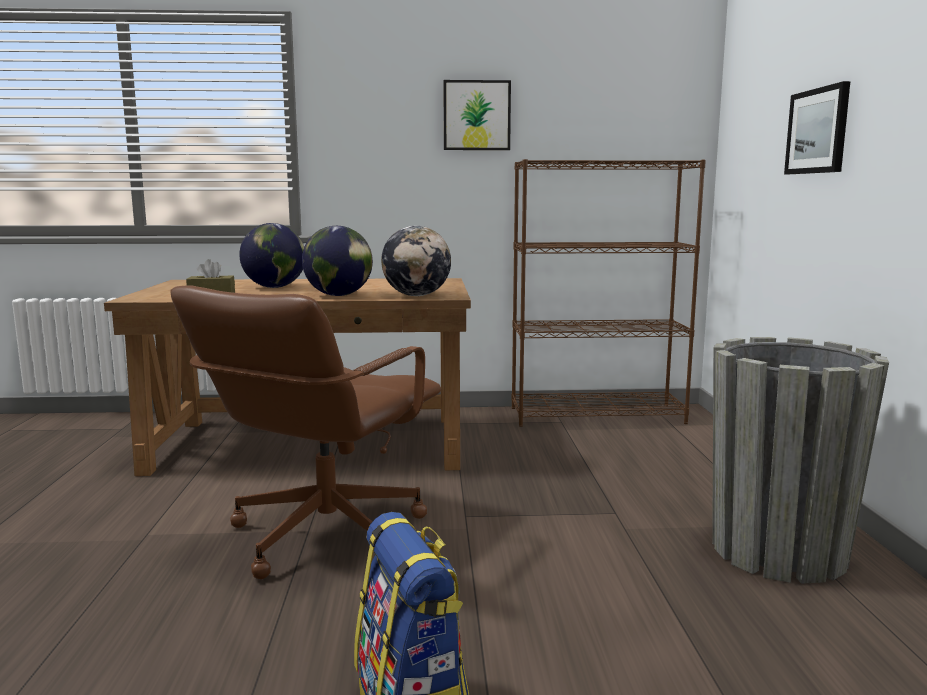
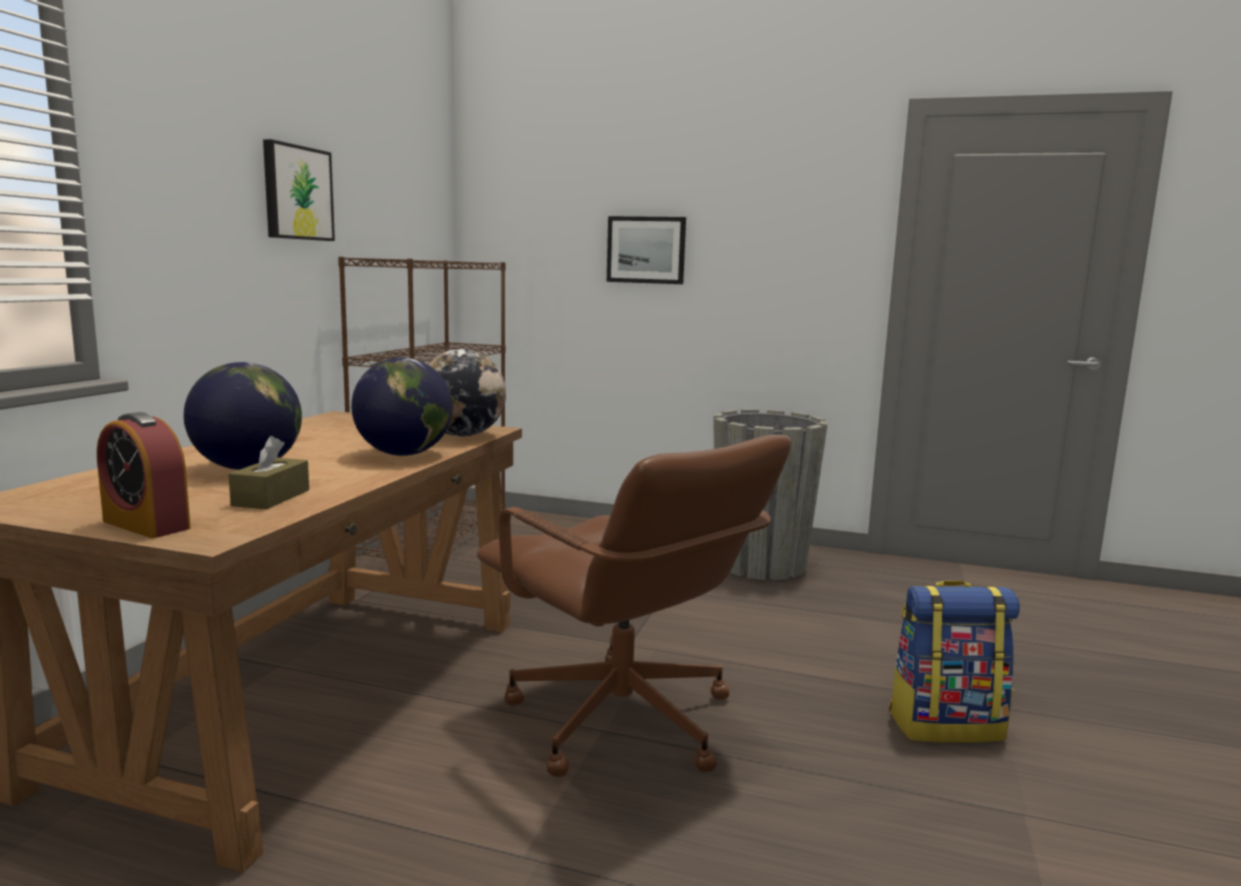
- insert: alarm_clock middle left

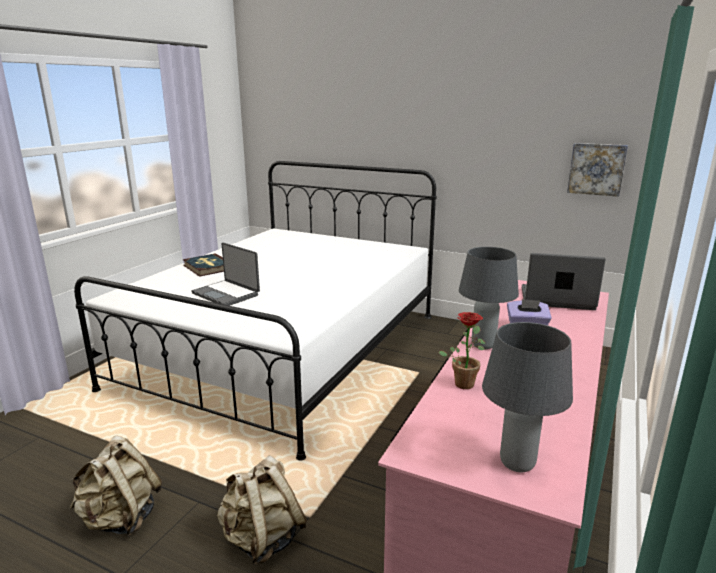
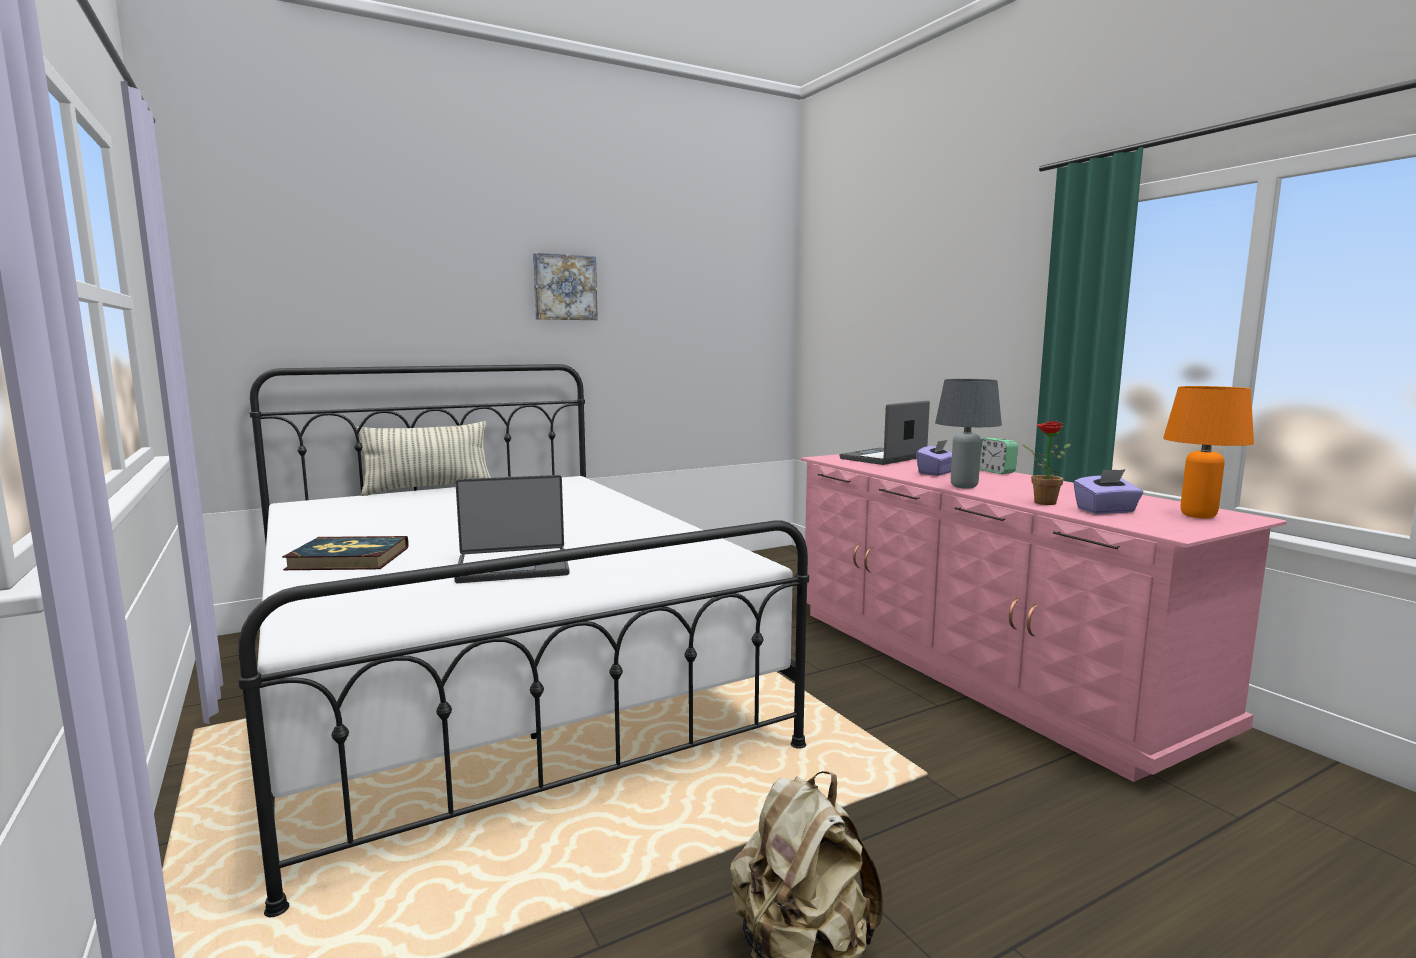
- move: picture top right to top centre
- recolor: grey_table_lamp (2nd from left) bottom right to orange_table_lamp middle right
- delete: beige_backpack (2nd from left) bottom centre
- insert: pillow middle left
- insert: alarm_clock middle right
- insert: purple_tissue_box (2nd from left) middle right

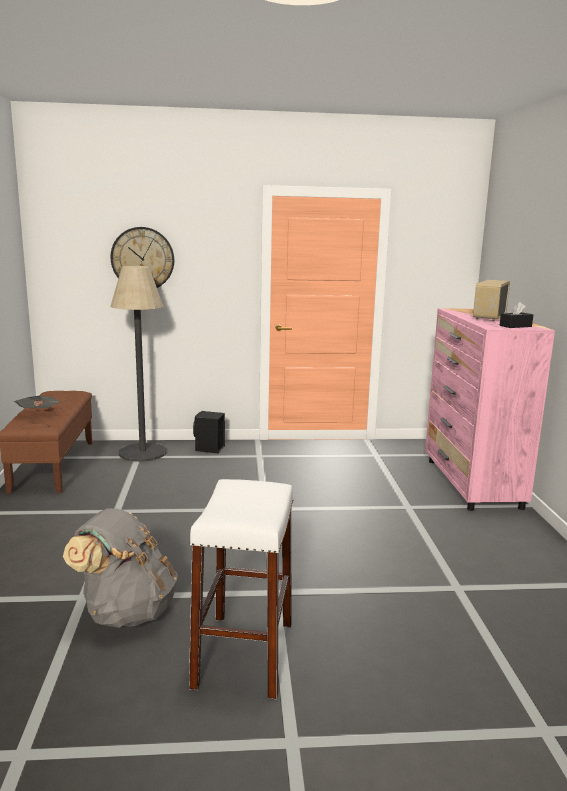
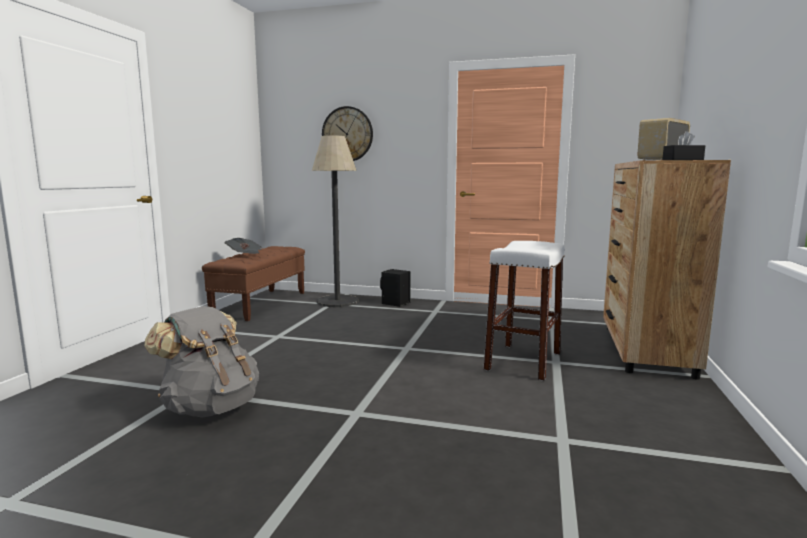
- recolor: pink_dresser middle right to brown_dresser middle right
- move: white_stool bottom centre to centre

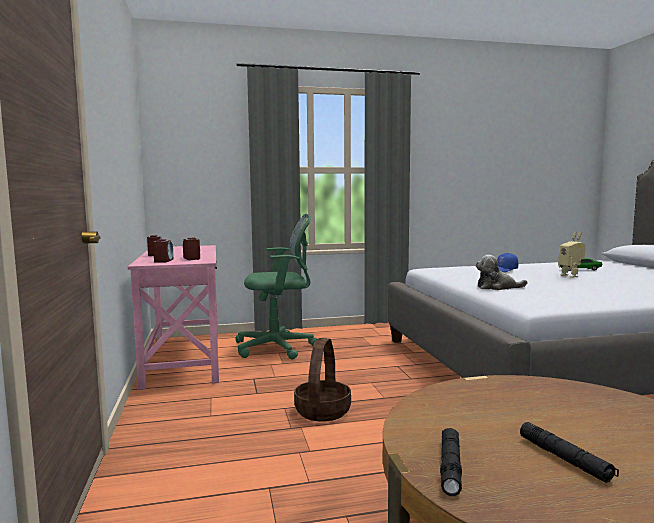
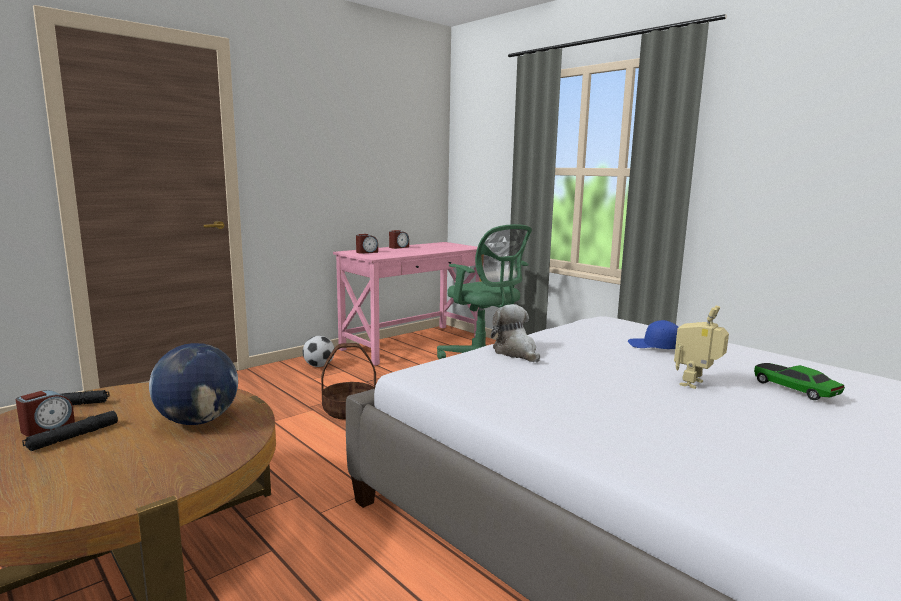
- move: alarm_clock (3rd from left in the first image) middle left to alarm_clock (1st from left) bottom left
- insert: football centre
- insert: globe middle left

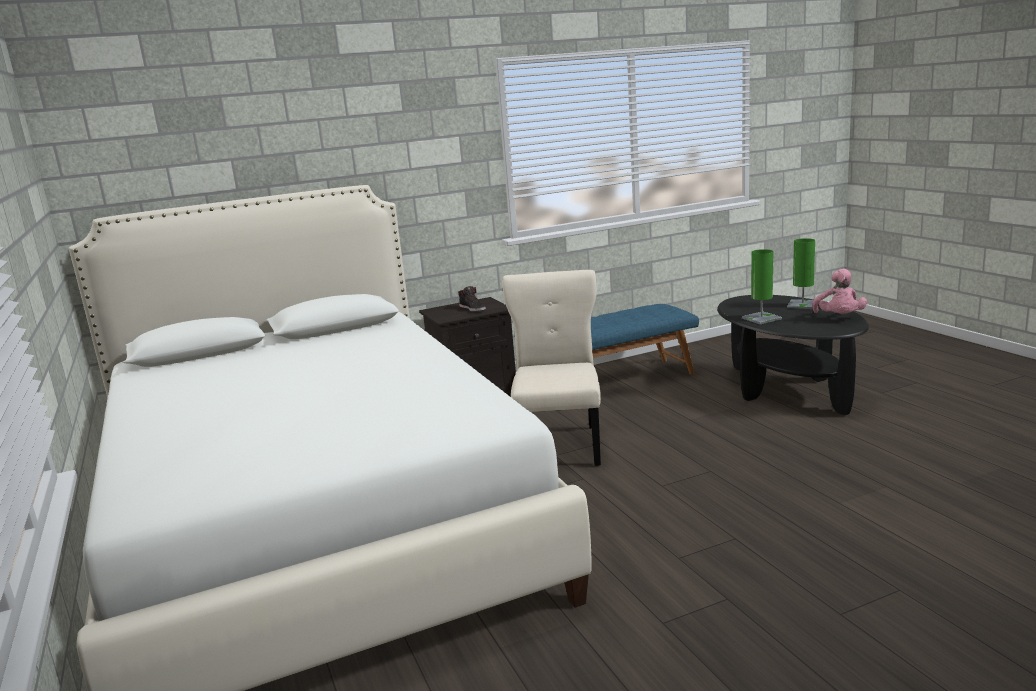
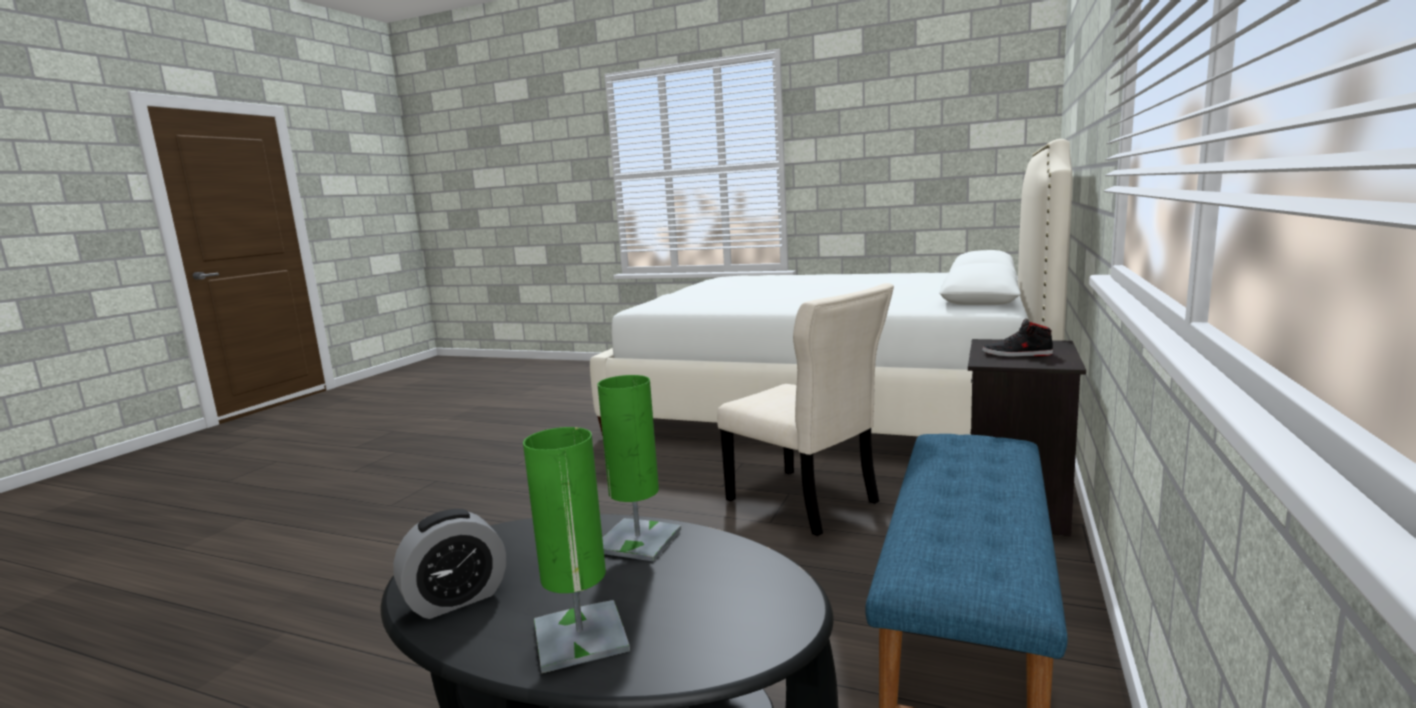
- replace: pink_plush_toy middle right to alarm_clock bottom left

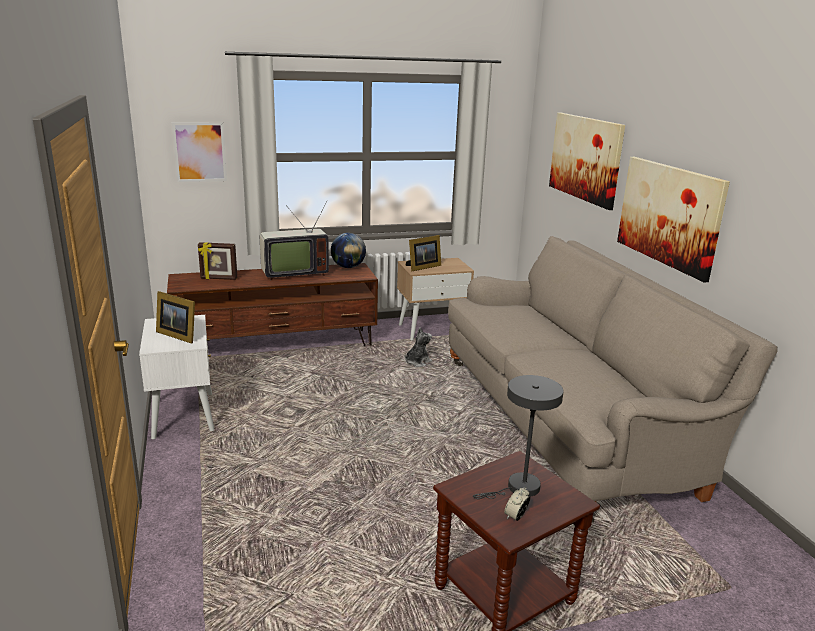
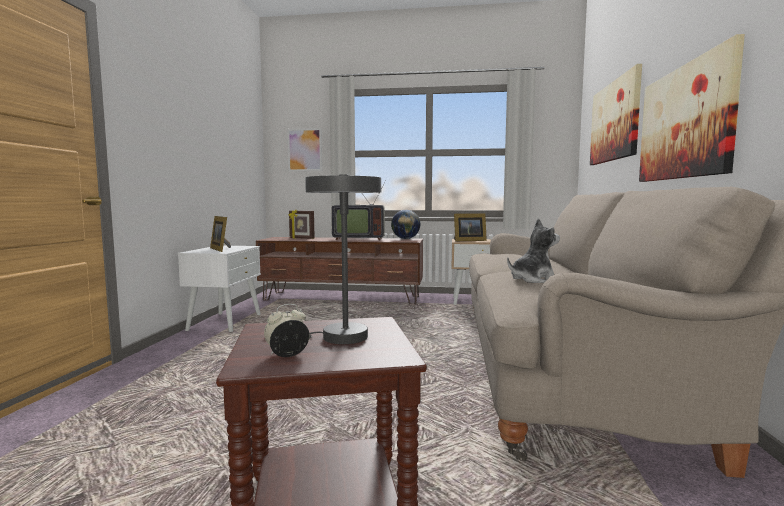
- move: plush_toy centre to middle right

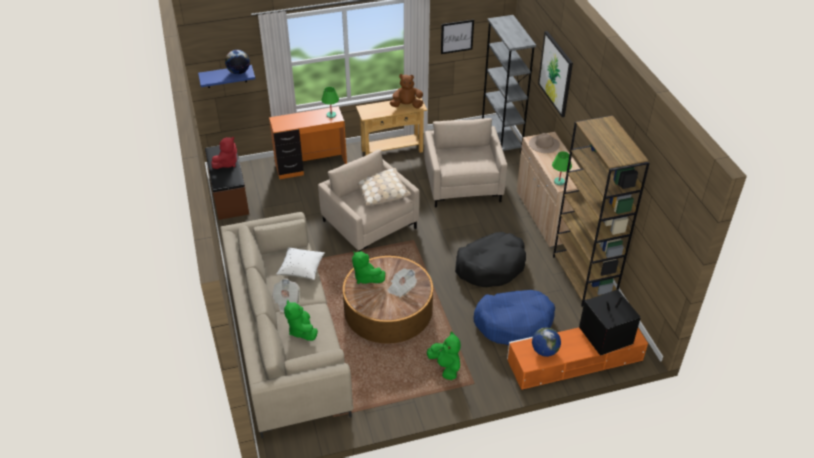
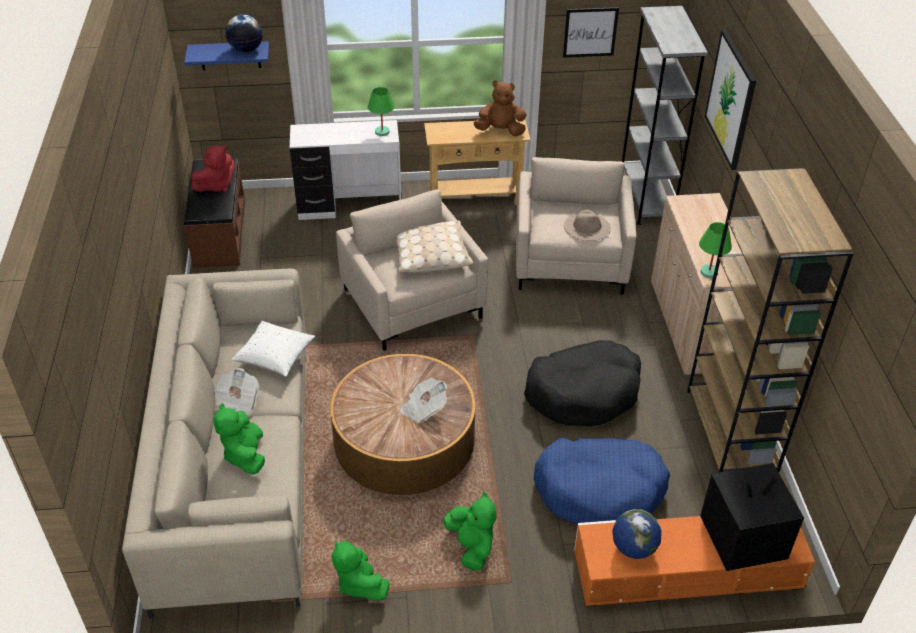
- recolor: orange_desk top centre to white_desk top centre
- move: beige_hat top right to centre
- move: green_plush_toy (2nd from left) centre to bottom centre

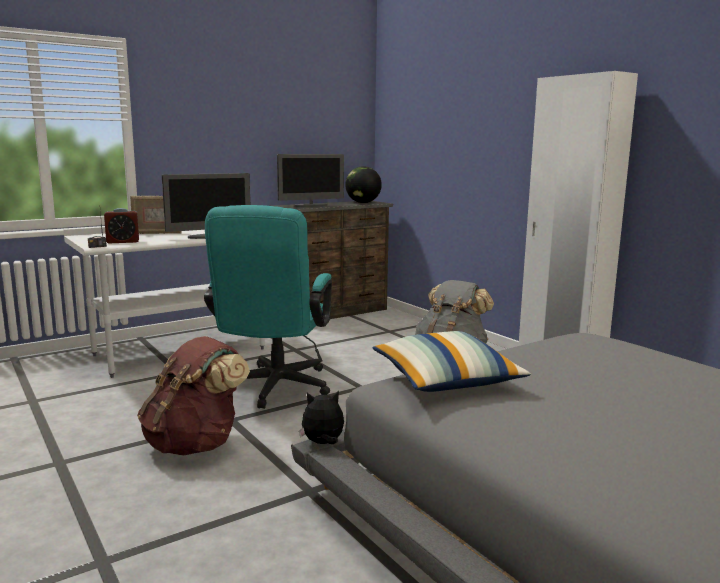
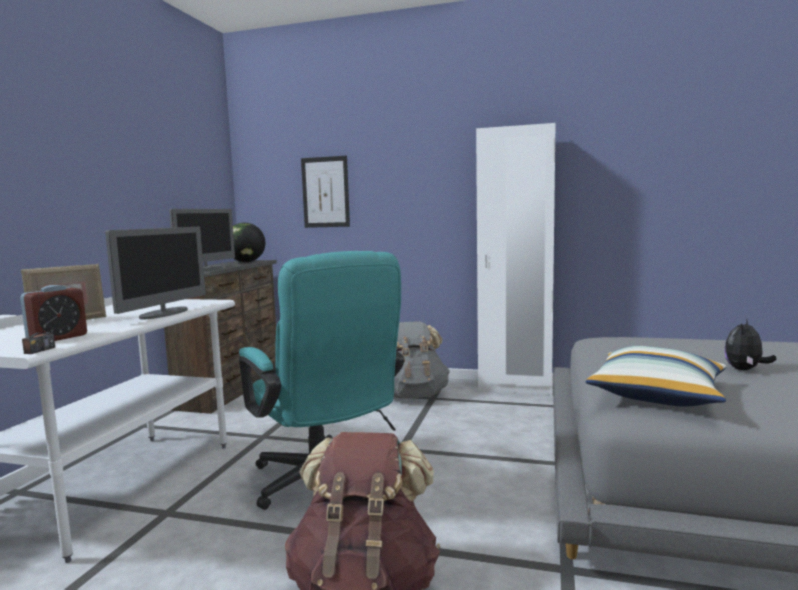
- move: plush_toy bottom centre to middle right
- insert: picture top centre

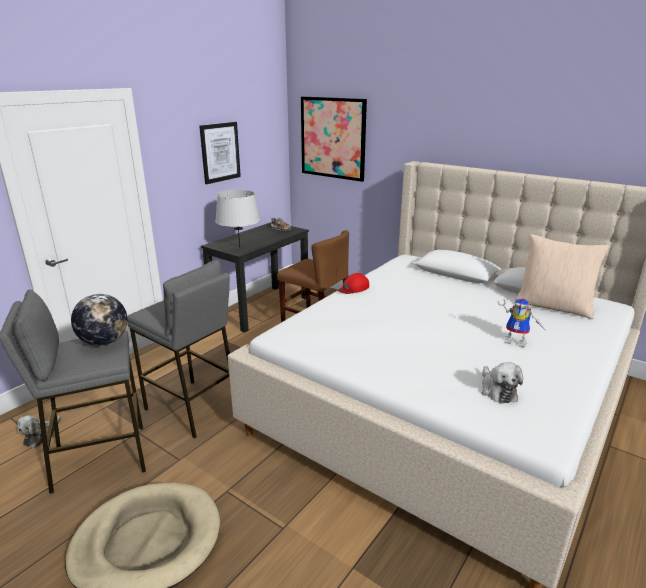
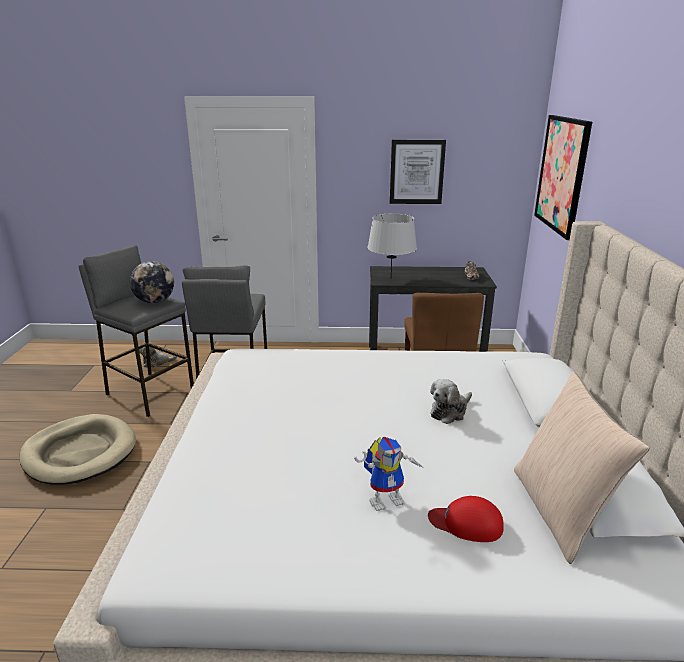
- move: red_cap centre to bottom right
- rotate: toy_robot middle right = bottom centre 105 degrees counterclockwise
- move: plush_toy (2nd from left) middle right to centre

